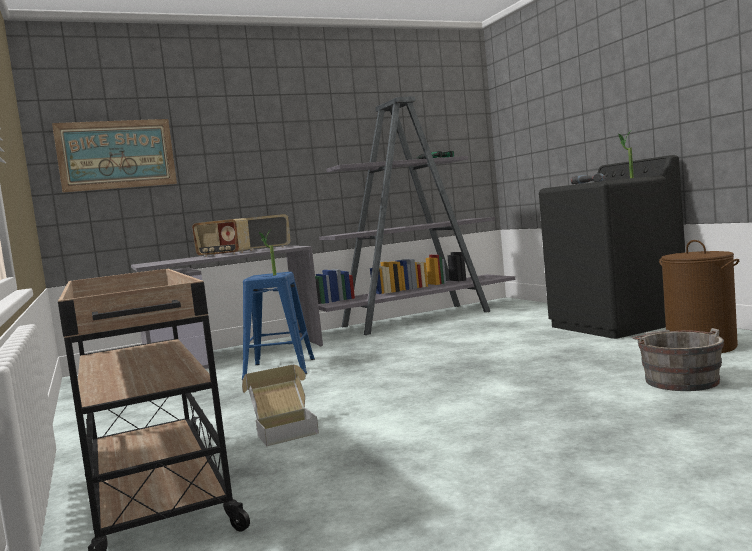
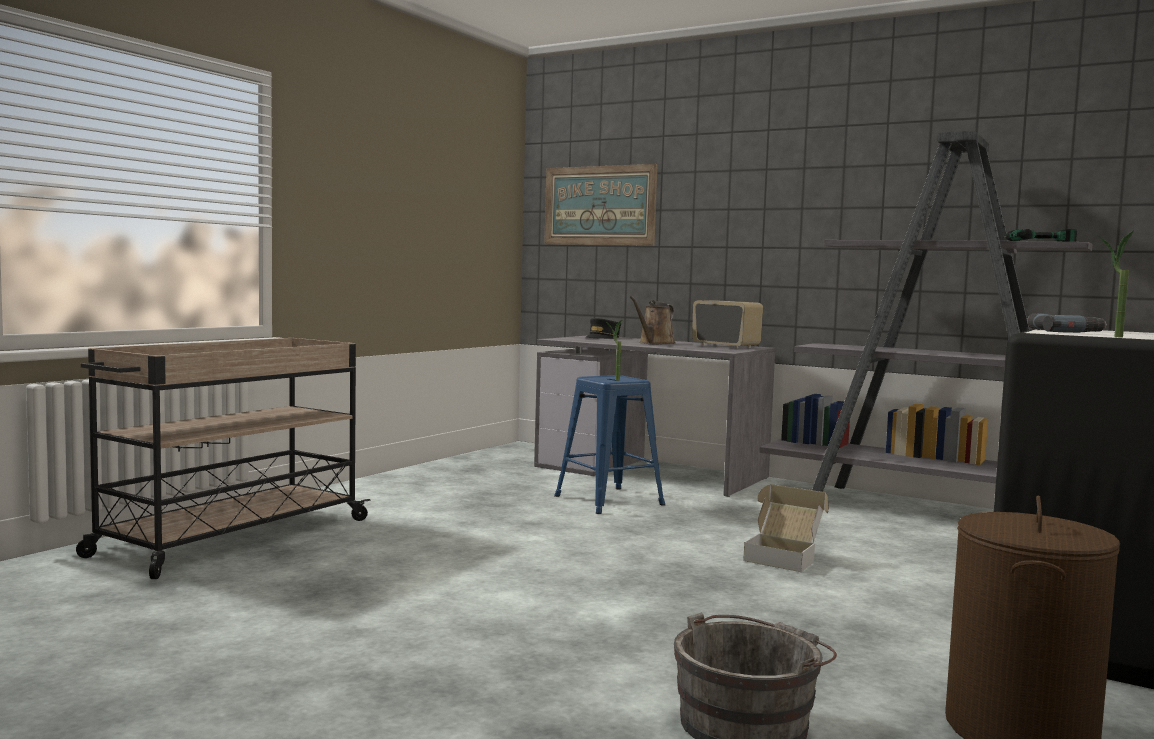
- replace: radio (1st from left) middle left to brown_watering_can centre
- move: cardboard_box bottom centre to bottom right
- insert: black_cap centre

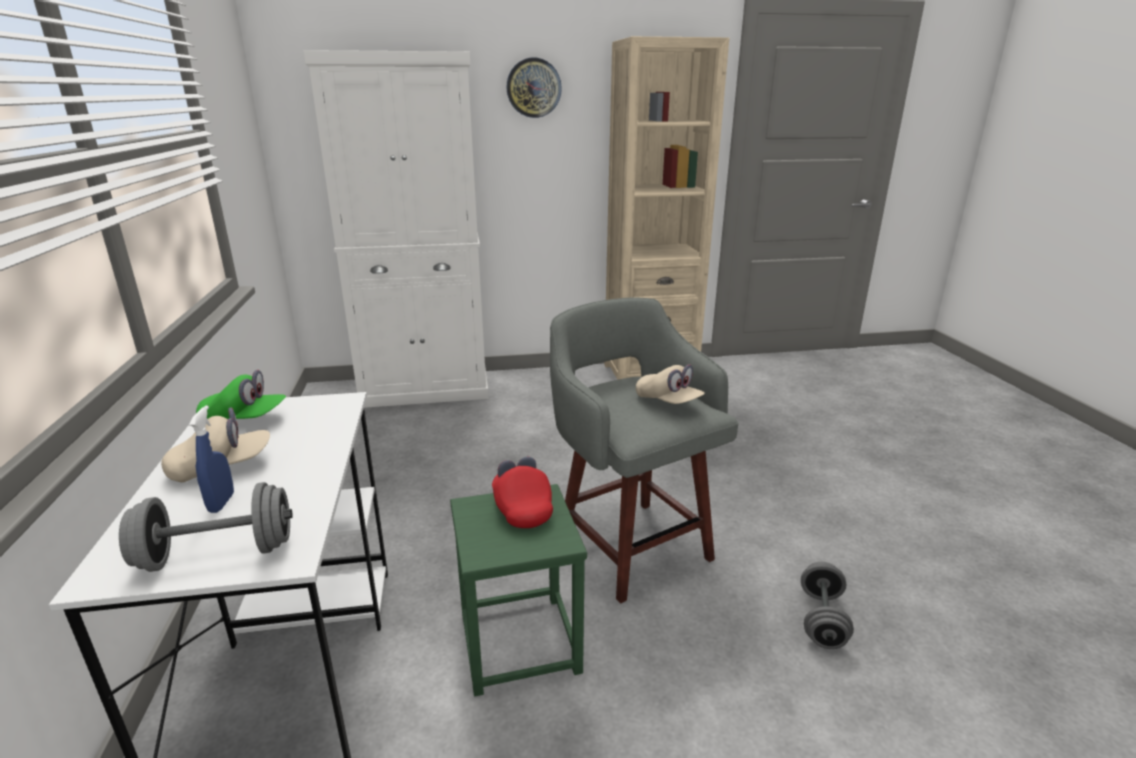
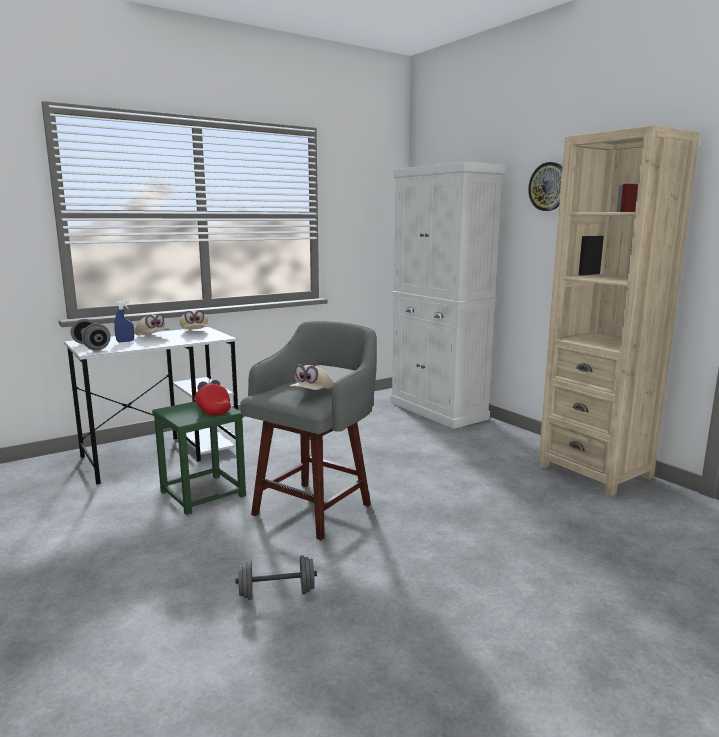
- recolor: green_cap middle left to beige_cap (2nd from left) middle left
- rotate: red_cap centre = middle left 75 degrees counterclockwise

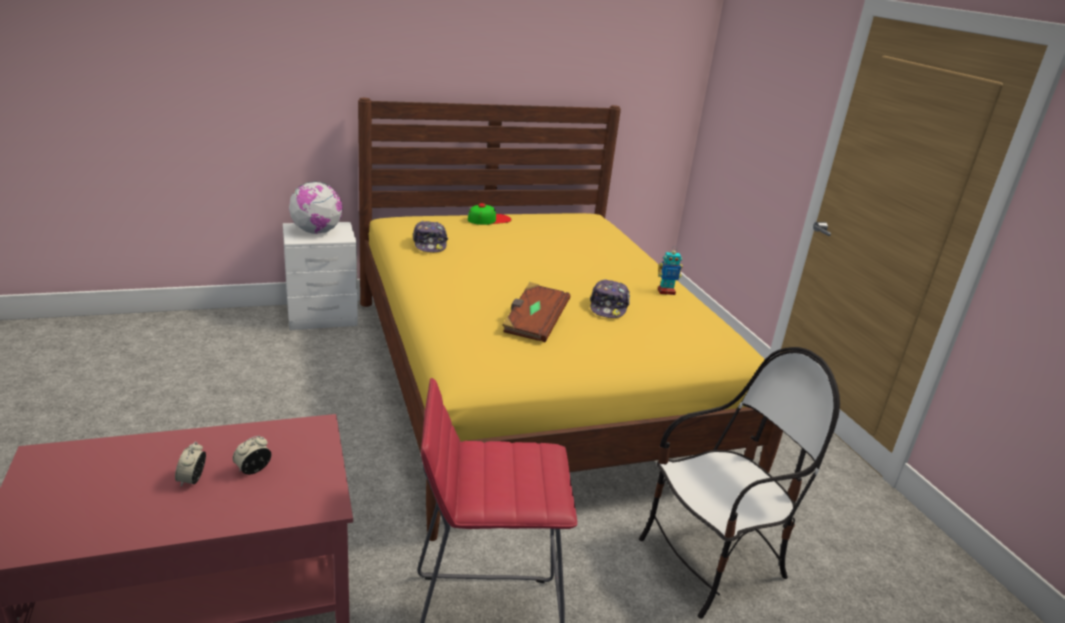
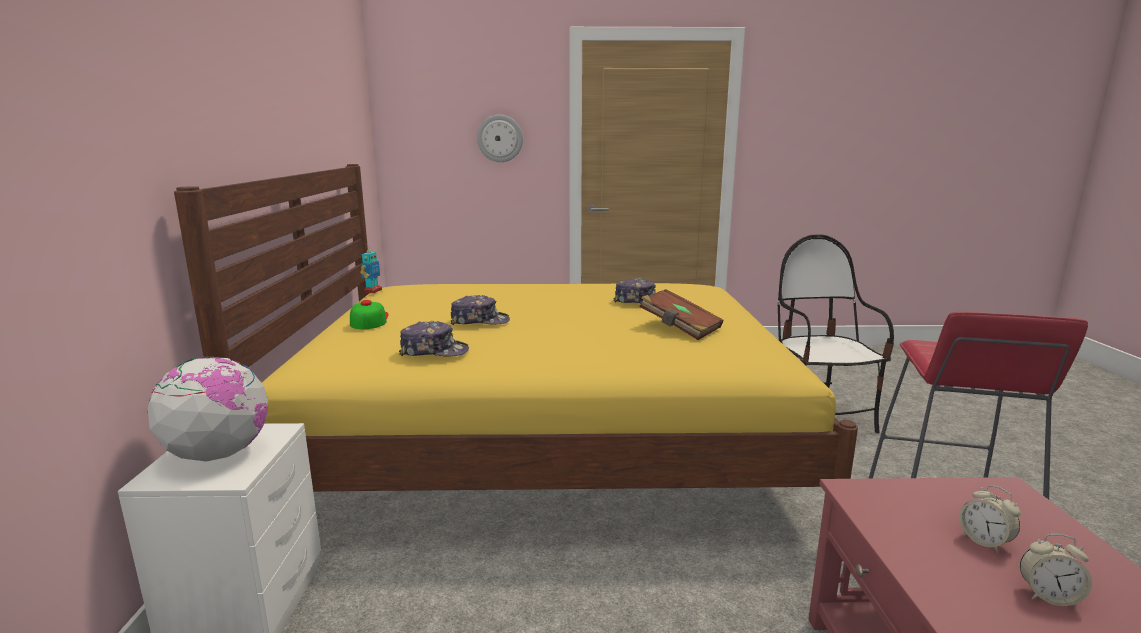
- move: toy_robot centre to middle left
- insert: wall_clock top centre
- insert: cap (3rd from left) centre

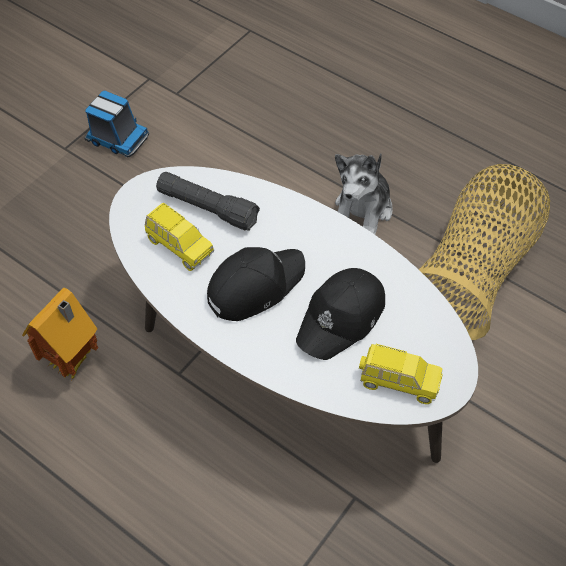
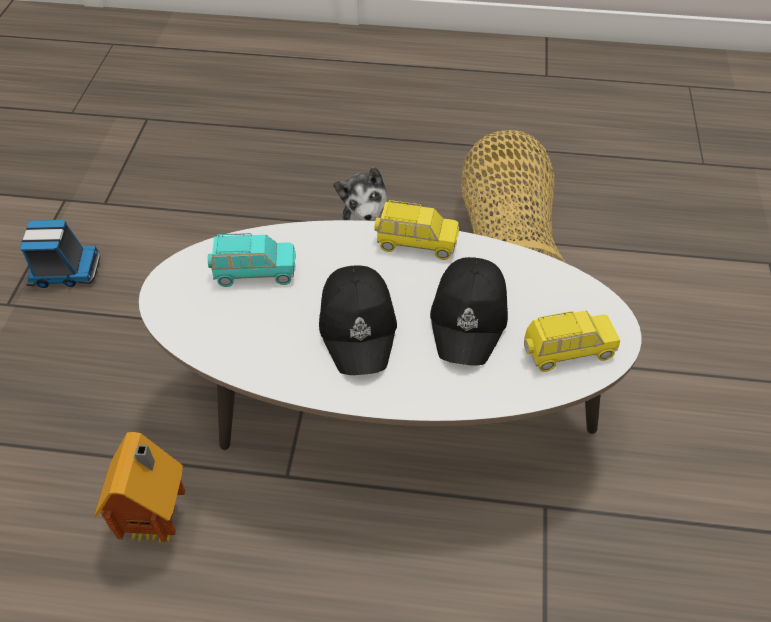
- replace: black_flashlight centre to turquoise_toy_car middle left
- move: yellow_toy_car (1st from left) middle left to centre
- rotate: black_cap (1st from left) centre = centre 150 degrees clockwise

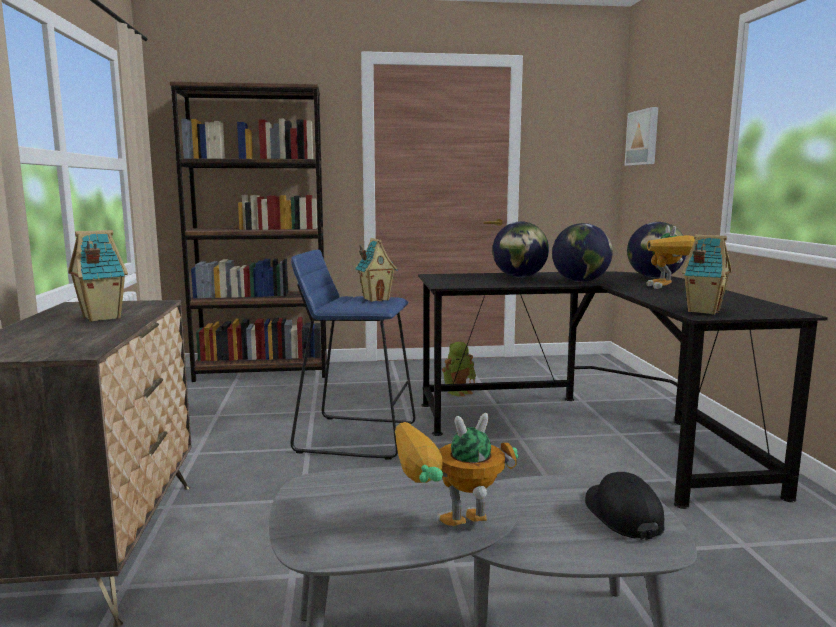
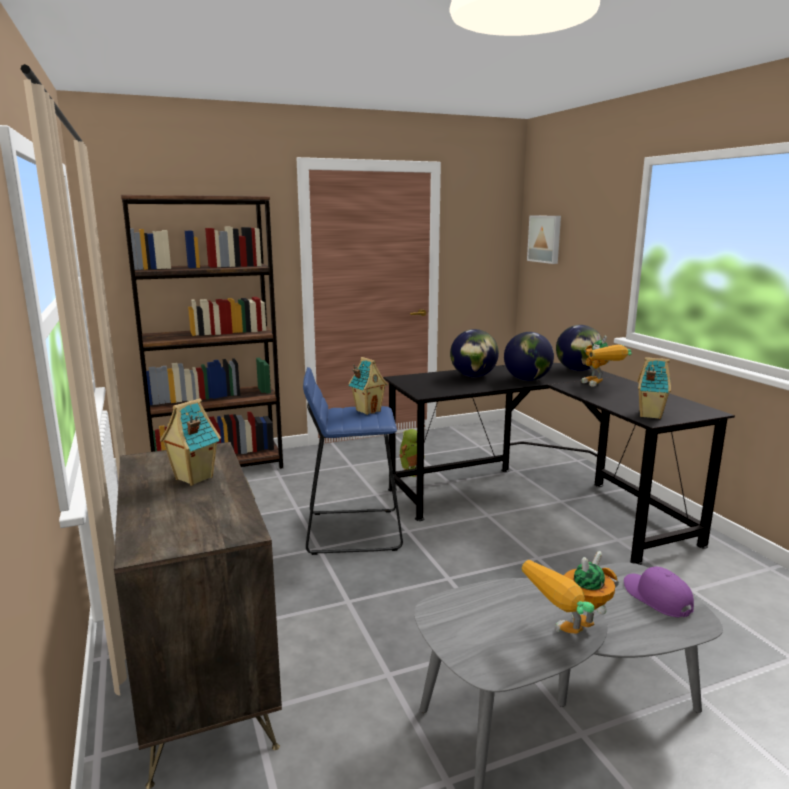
- recolor: black_cap bottom right to purple_cap bottom right

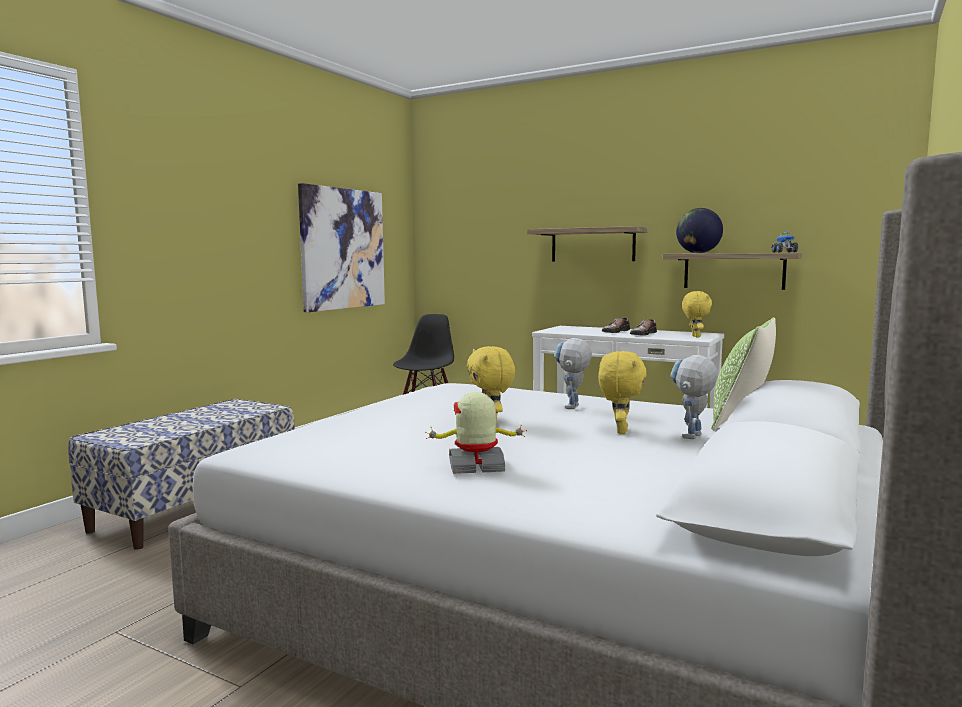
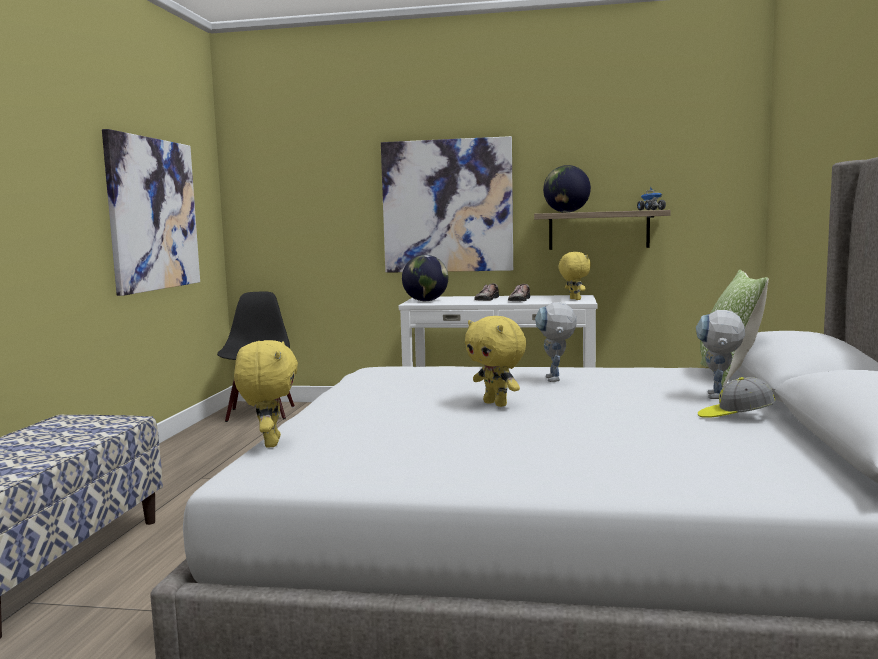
- replace: shelf (1st from left) centre to picture (2nd from left) top centre
- move: yellow_plush_toy (2nd from left in the first image) centre to yellow_plush_toy (1st from left) middle left
- delete: toy_robot (1st from left) centre
- insert: globe (1st from left) centre
- insert: cap middle right

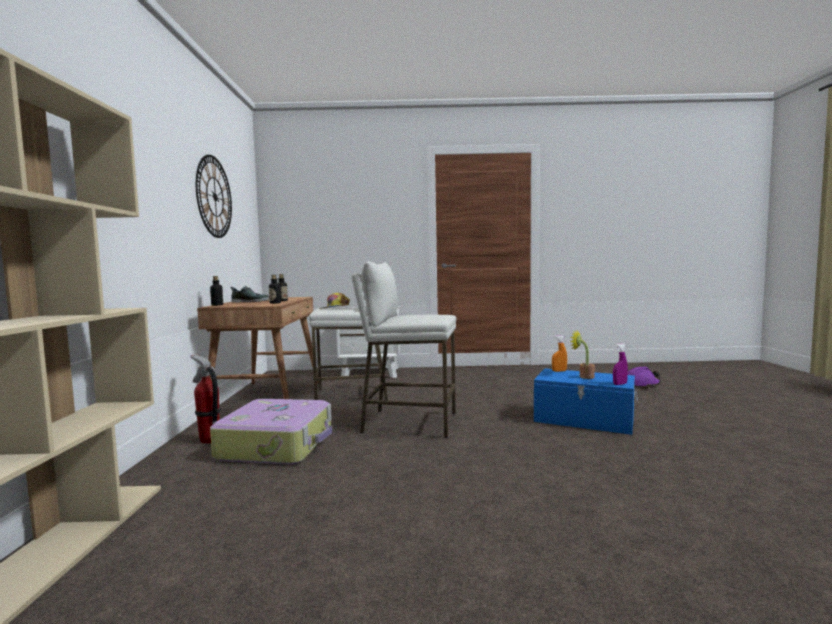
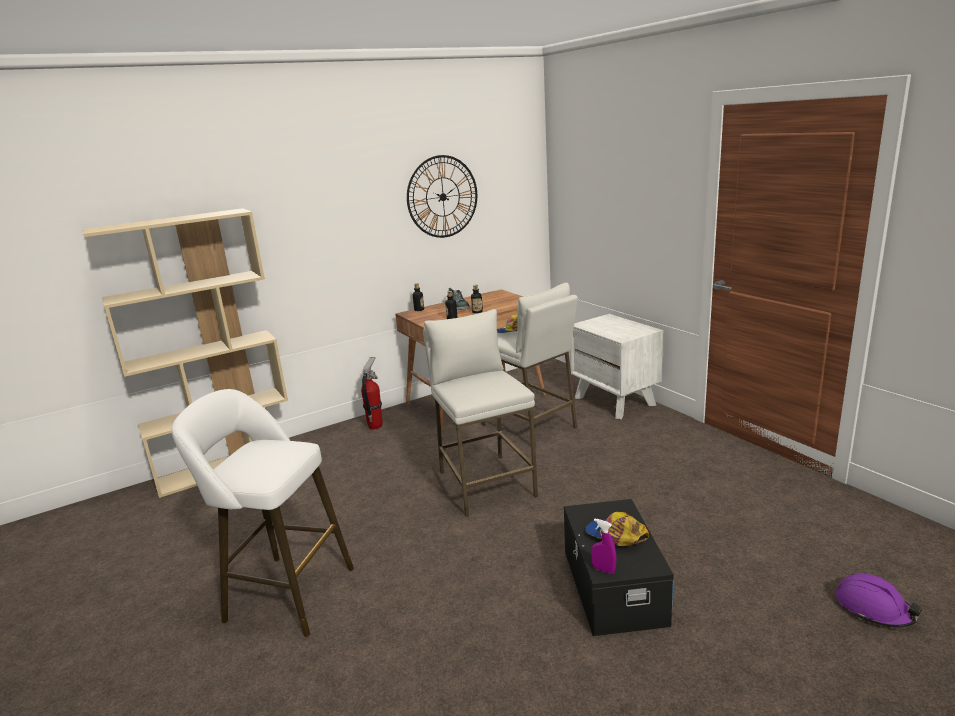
- replace: potted_plant middle right to cap (2nd from left) bottom centre
- delete: orange_spray_bottle middle right
- recolor: blue_storage_box middle right to black_storage_box bottom centre
- delete: suitcase bottom left
- insert: white_stool (1st from left) bottom left

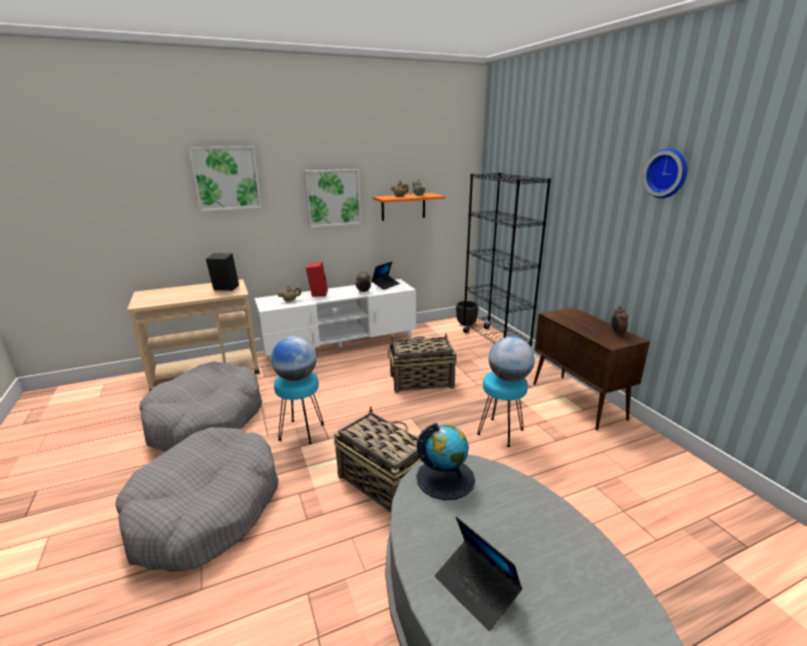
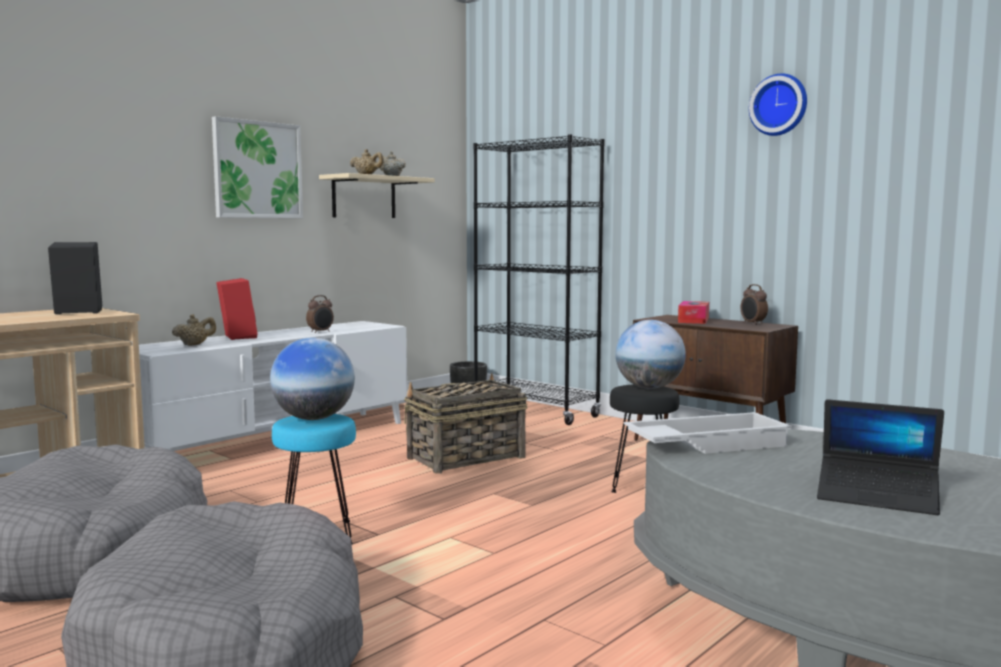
- delete: picture (1st from left) top left
- recolor: orange_shelf top centre to beige_shelf top centre
- delete: laptop (1st from left) centre
- recolor: turquoise_stool (2nd from left) centre to black_stool centre
- delete: basket (1st from left) bottom centre
- replace: globe (2nd from left) bottom centre to white_tray middle right
- insert: tissue_box middle right

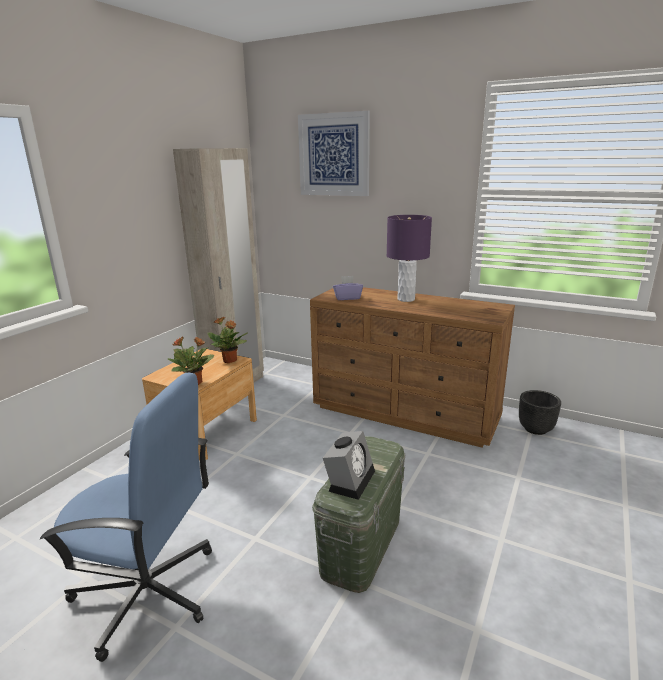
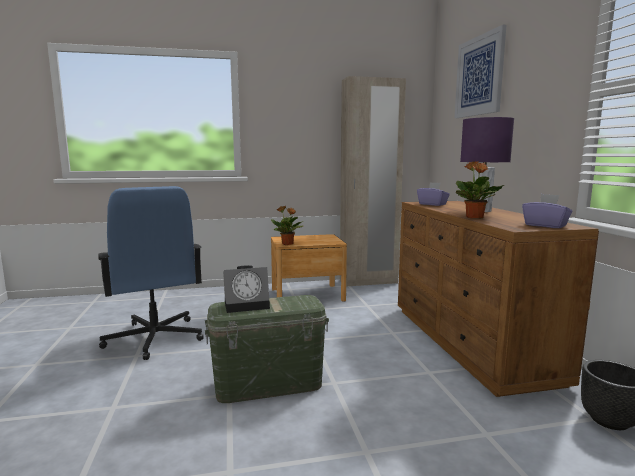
- move: potted_plant (2nd from left) centre to middle right
- insert: purple_tissue_box (2nd from left) middle right

